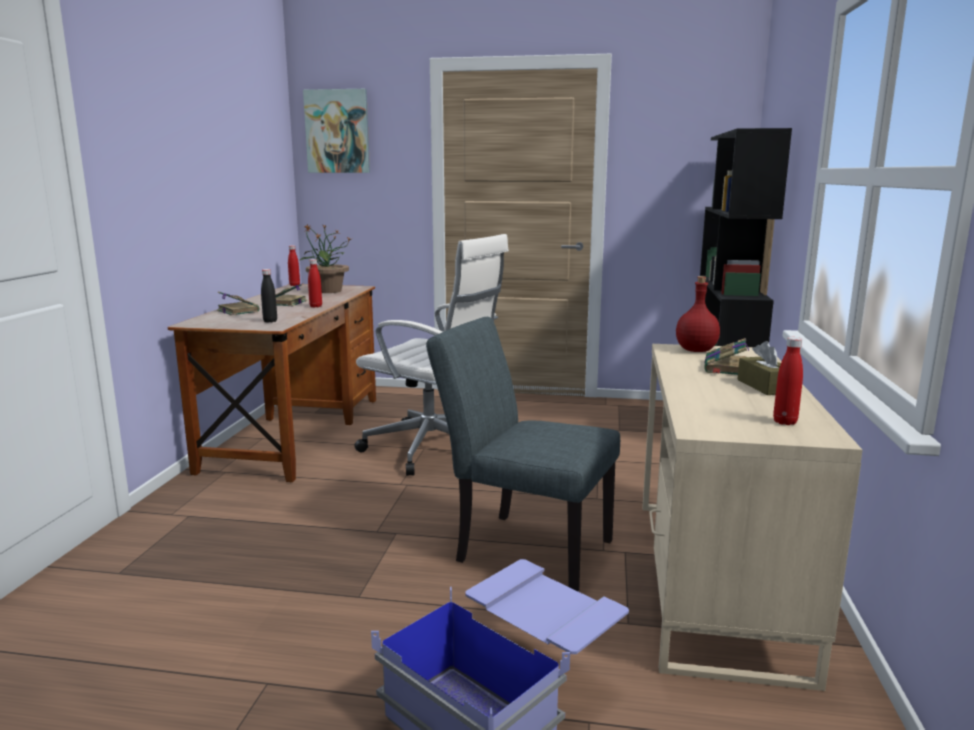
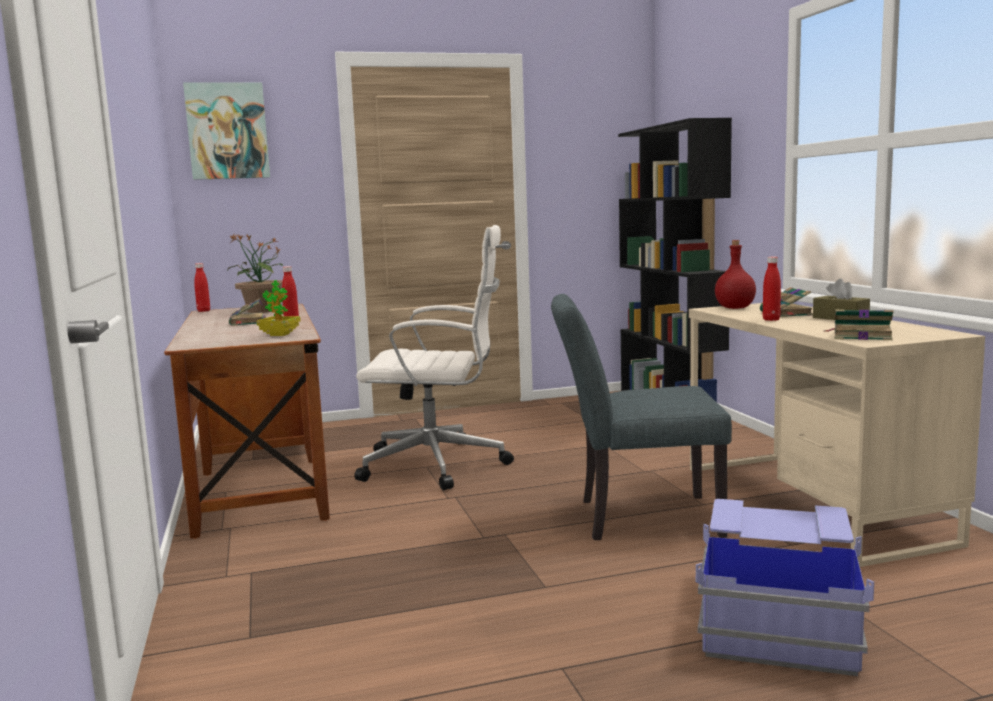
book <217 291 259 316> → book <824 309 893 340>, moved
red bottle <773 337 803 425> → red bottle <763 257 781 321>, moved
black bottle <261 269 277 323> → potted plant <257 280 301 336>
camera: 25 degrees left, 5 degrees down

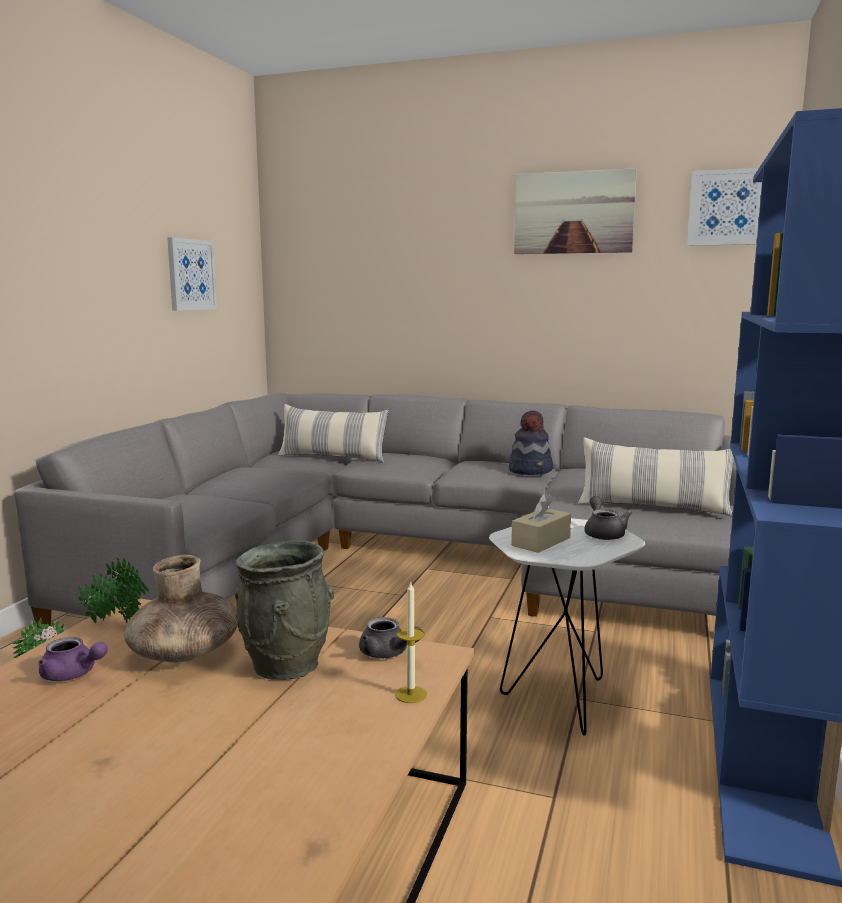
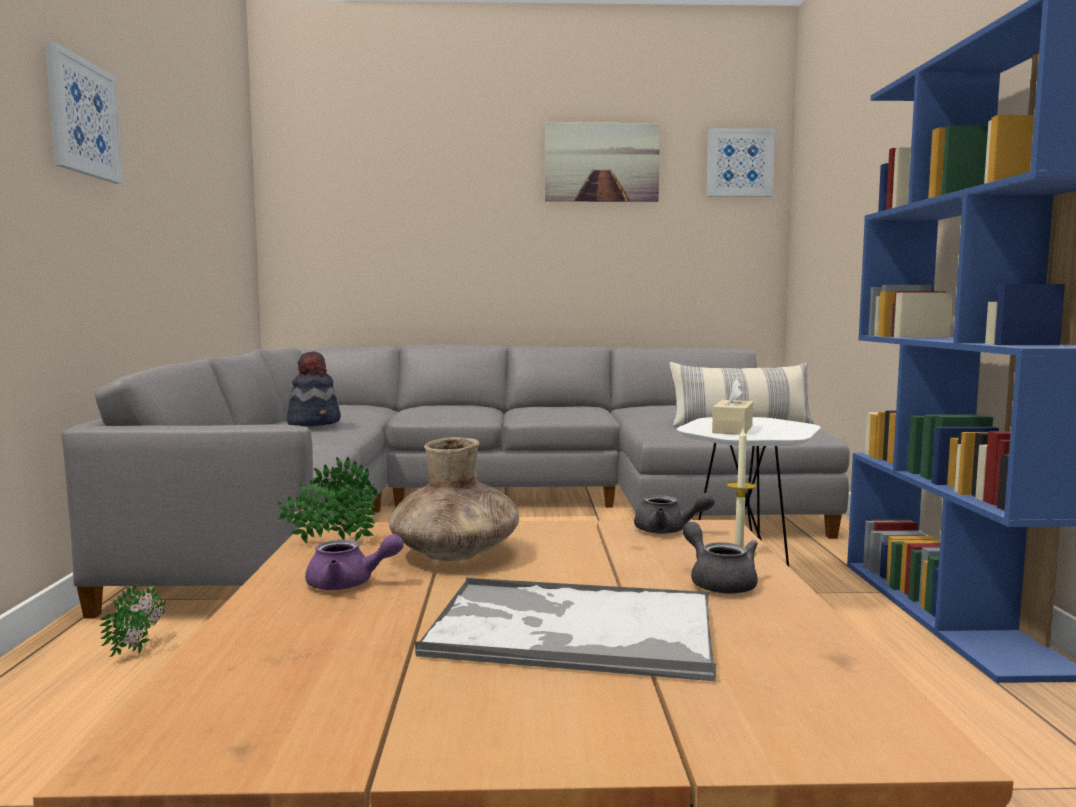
grey vase <235 540 334 680> → -
pillow <278 404 389 462> → -
- → tray <415 578 716 681>
picture <167 237 217 311> → picture <45 42 123 184>, moved
hat <509 410 553 475> → hat <287 351 341 426>, moved
grey teapot <584 496 632 540> → grey teapot <683 522 758 594>, moved
camera: 20 degrees left, 5 degrees down

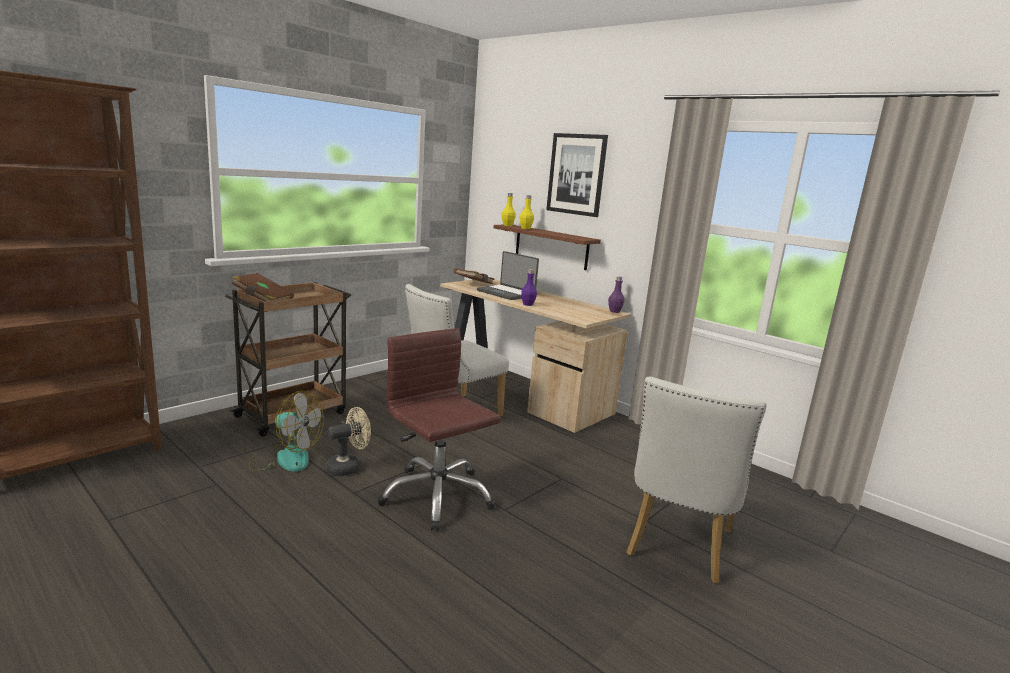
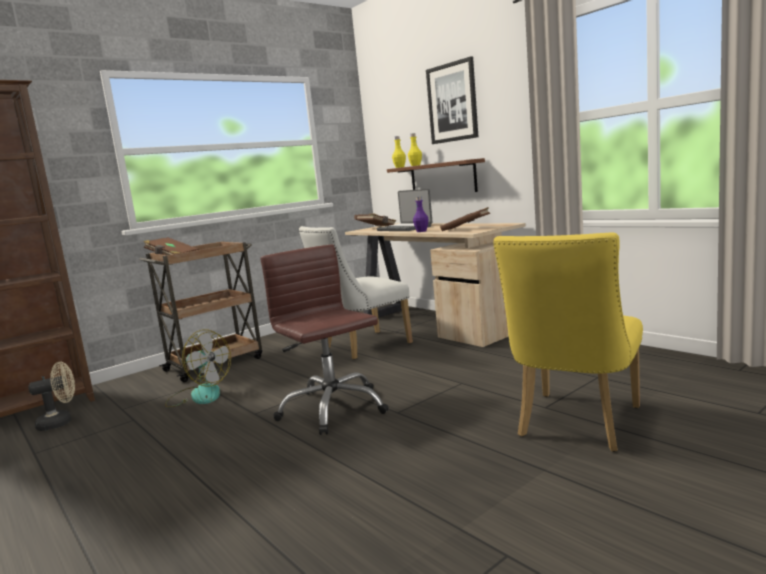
purple bottle <608 276 625 313> → -
- → brown book <440 207 490 231>
beige fan <326 407 371 476> → beige fan <28 362 75 431>, moved
white chair <626 377 767 584> → yellow chair <494 232 643 452>
camera: 10 degrees right, 5 degrees down

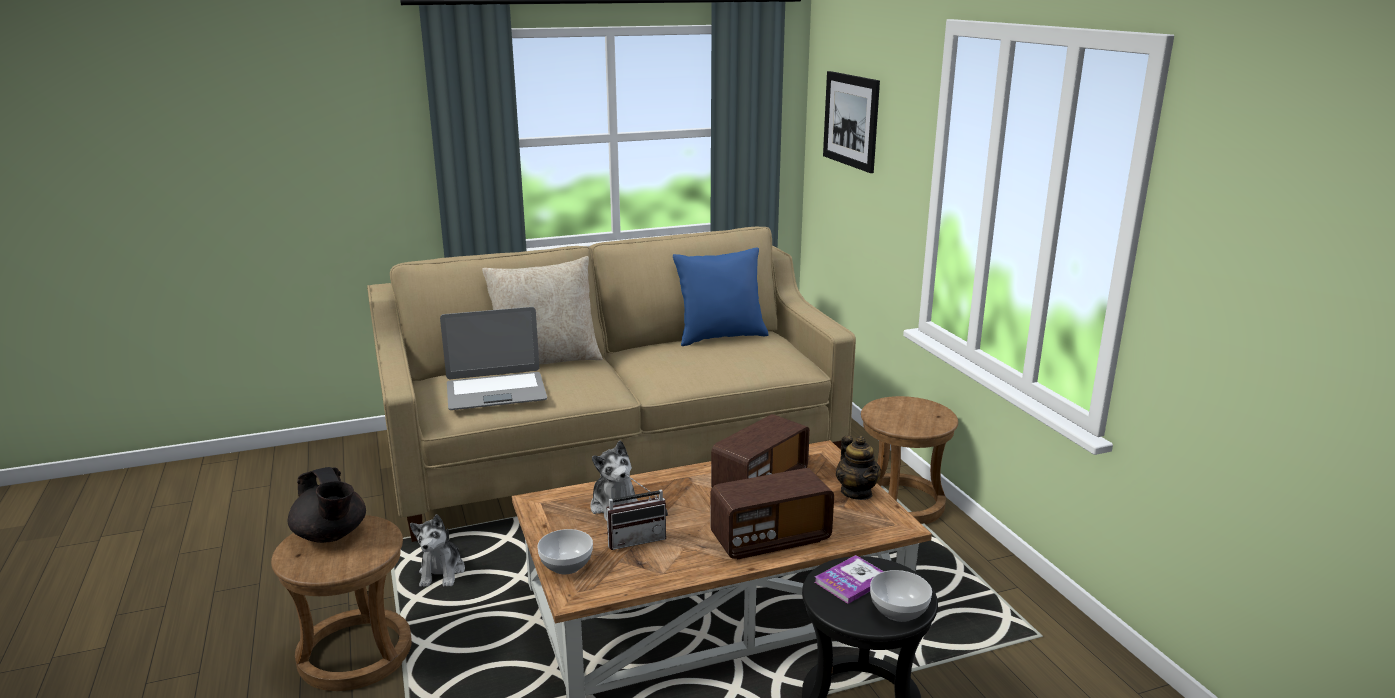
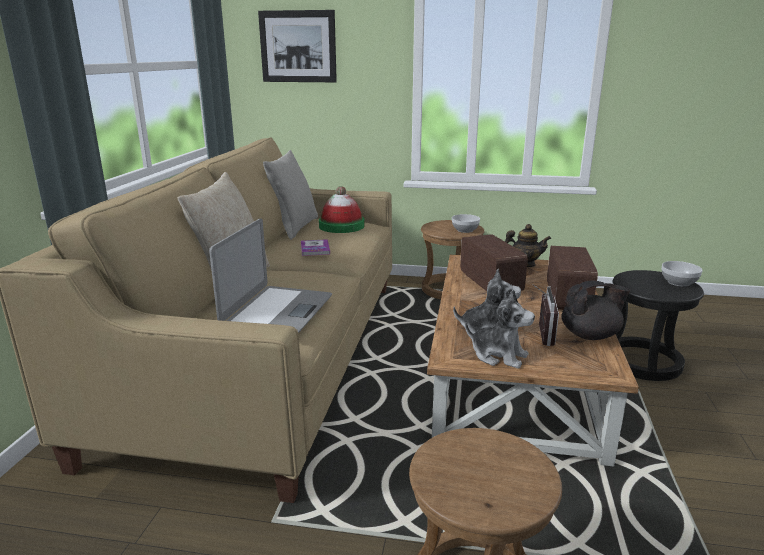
- → hat <319 186 364 233>
black teapot <288 467 366 543> → black teapot <562 280 630 340>, moved
plush toy <410 514 465 587> → plush toy <465 289 535 369>, moved
bowl <538 529 593 574> → bowl <452 214 480 233>, moved
book <815 555 884 604> → book <301 239 330 256>, moved
blue pillow <673 248 768 346> → grey pillow <263 150 318 240>
camera: 60 degrees left, 0 degrees up

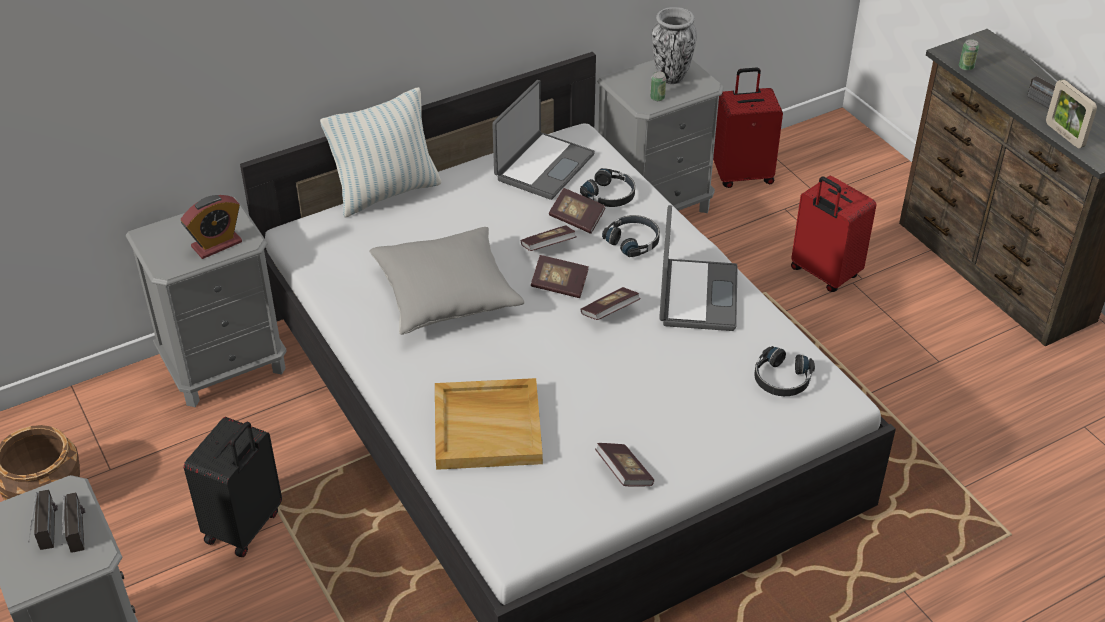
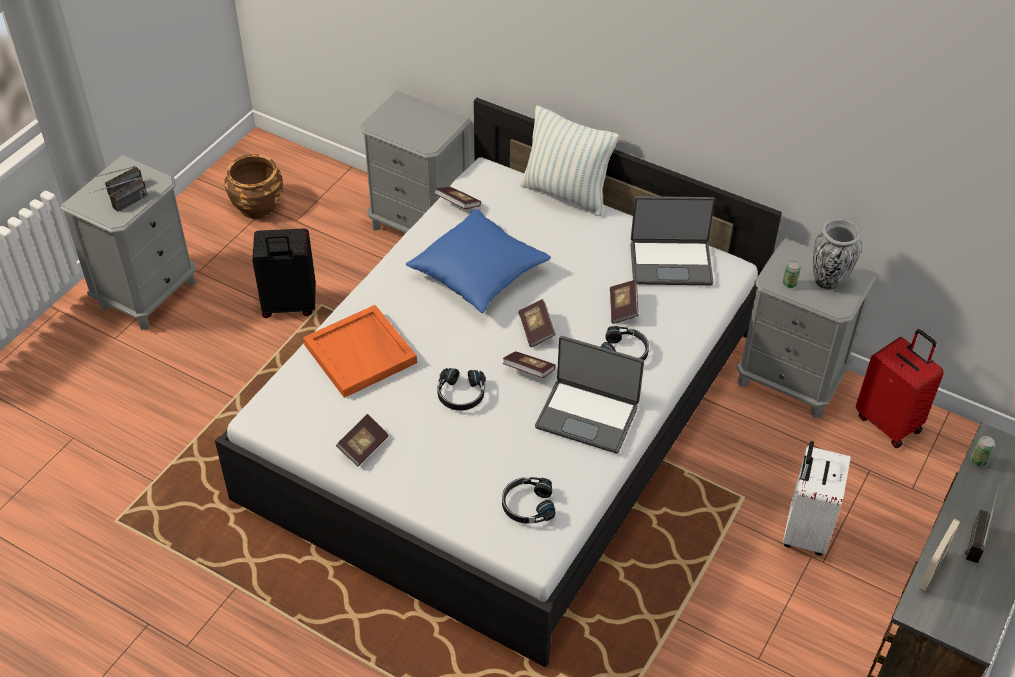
alarm clock <181 195 242 259> → -
book <520 225 577 251> → book <434 187 481 209>, moved
black headphones <580 168 635 207> → black headphones <437 368 486 410>, moved
grey pillow <369 227 525 335> → blue pillow <406 209 551 313>
beige tray <435 378 543 470> → orange tray <303 305 417 398>
red suitcase <791 176 876 292> → white suitcase <783 441 851 556>
laptop <659 205 738 331> → laptop <535 336 644 453>, 45 degrees clockwise
camera: 60 degrees right, 5 degrees up

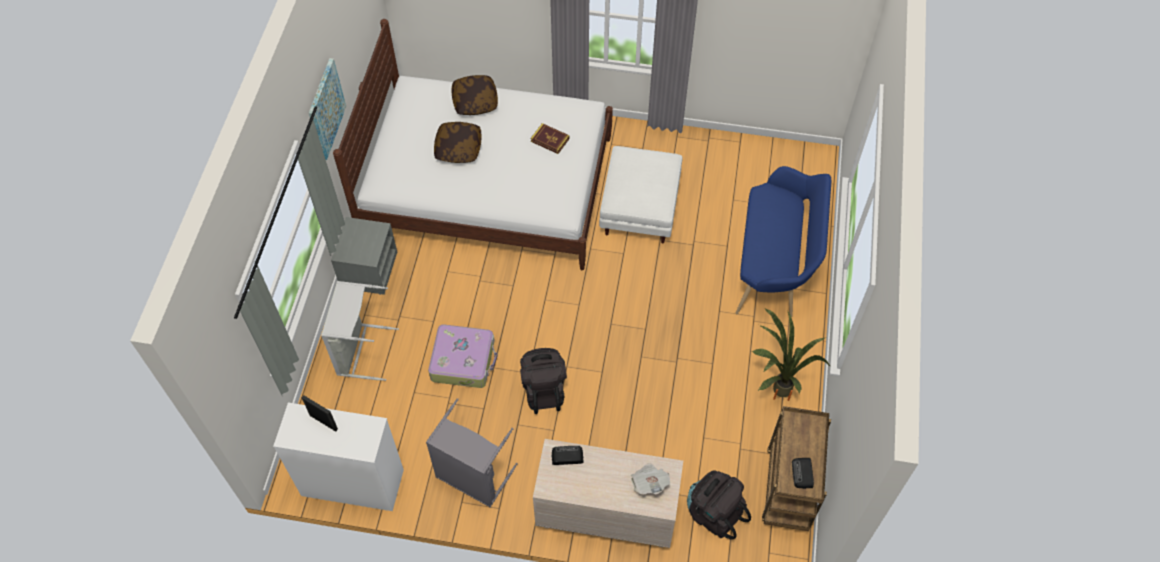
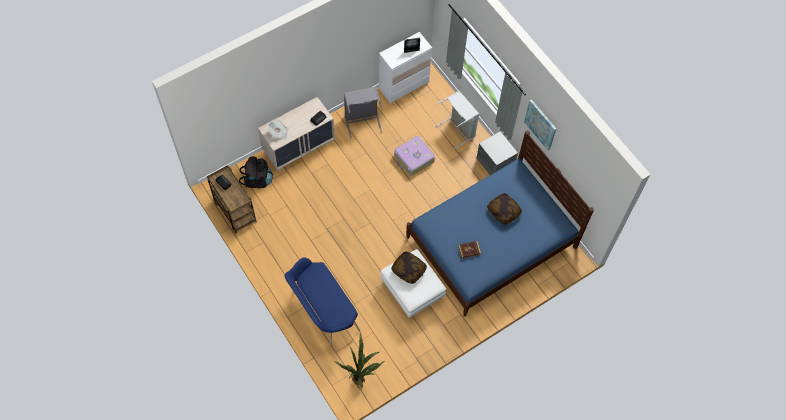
black backpack <520 348 567 414> → -
pillow <451 75 498 115> → pillow <391 251 427 284>, moved
potted plant <751 308 831 401> → potted plant <334 333 384 388>, moved
white bed <333 19 613 270> → blue bed <406 131 594 317>
camera: 135 degrees right, 5 degrees up

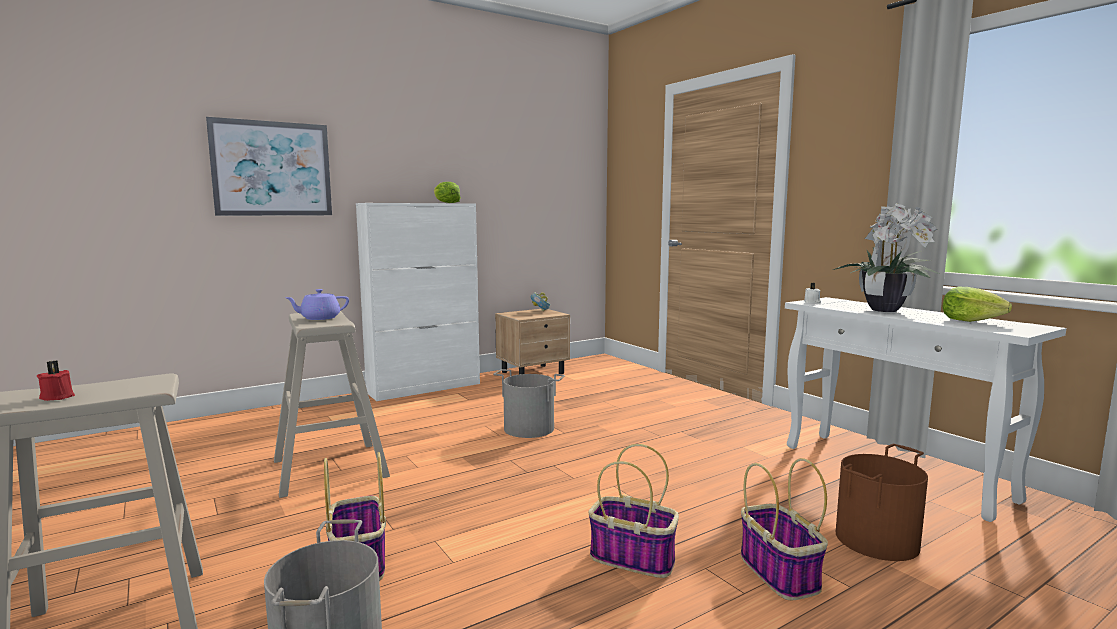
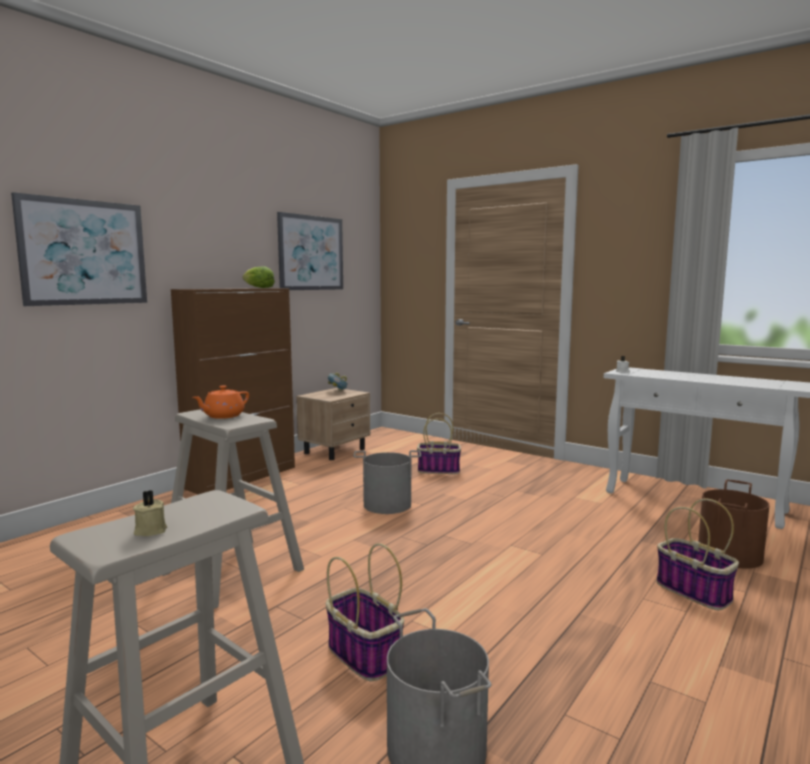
potted plant <833 203 940 312> → -
lettuce <942 287 1012 322> → -
- → picture <277 212 343 290>
basket <588 444 679 578> → basket <417 413 461 474>, moved
red candle <37 360 75 401> → beige candle <133 490 167 536>
purple teapot <285 289 349 320> → orange teapot <193 386 249 419>
white cabinet <356 203 480 401> → brown cabinet <171 288 295 494>
camera: 20 degrees left, 0 degrees up

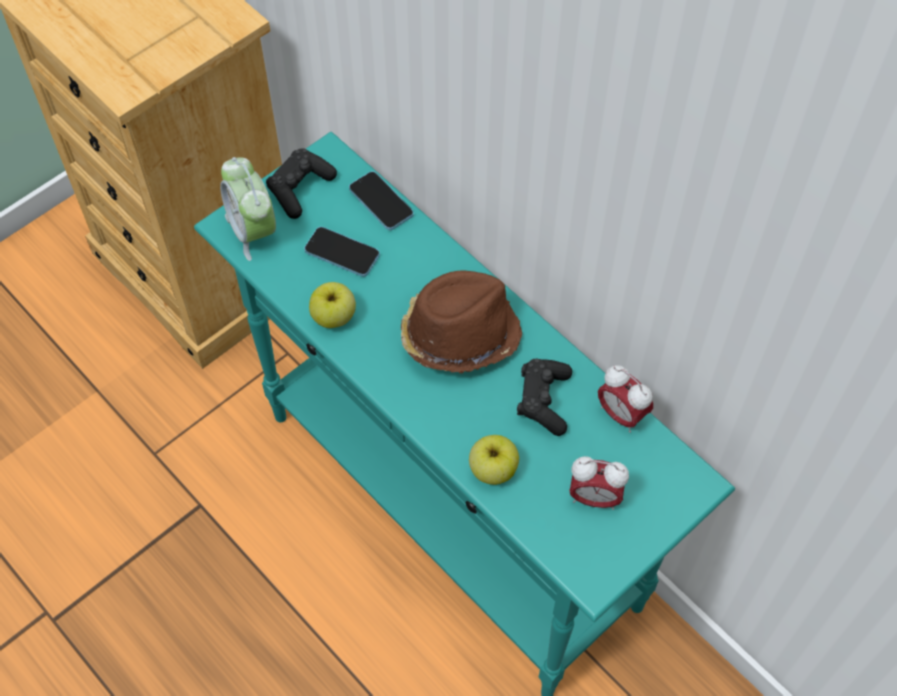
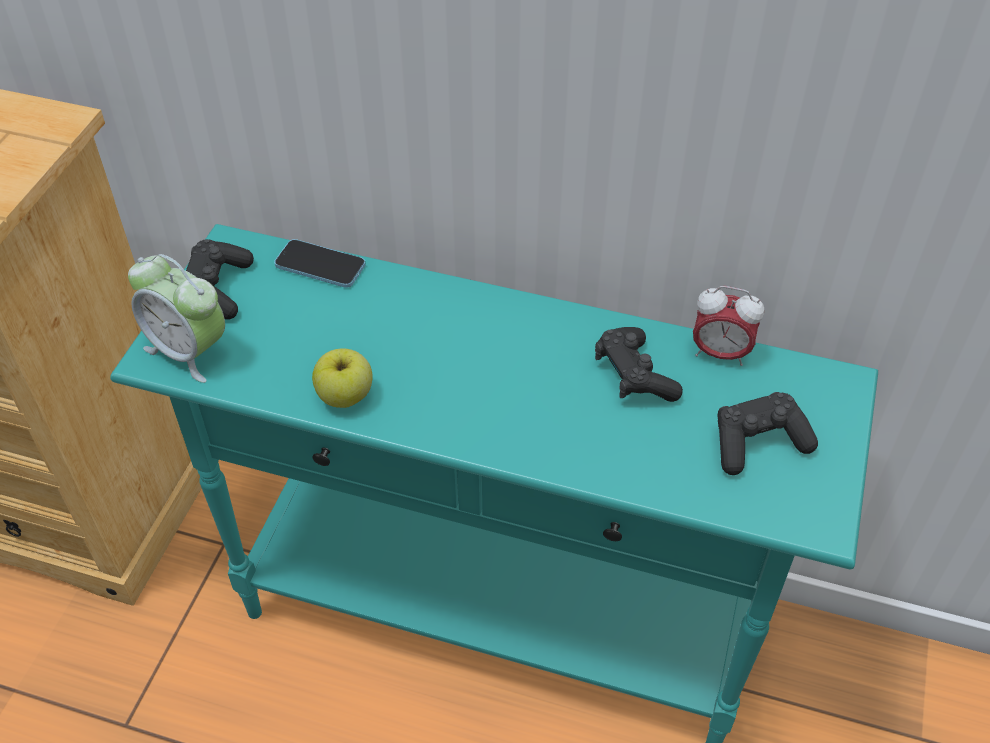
phone <304 227 380 277> → -
brown hat <401 270 522 373> → -
apple <469 435 519 485> → -
alarm clock <569 456 629 510> → black game controller <717 392 818 475>
camera: 30 degrees left, 10 degrees down

